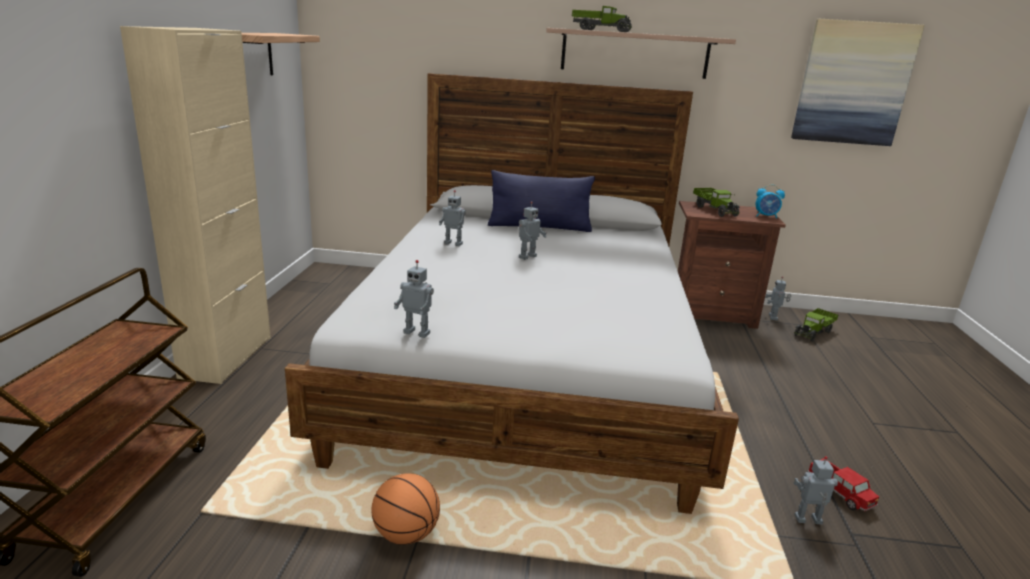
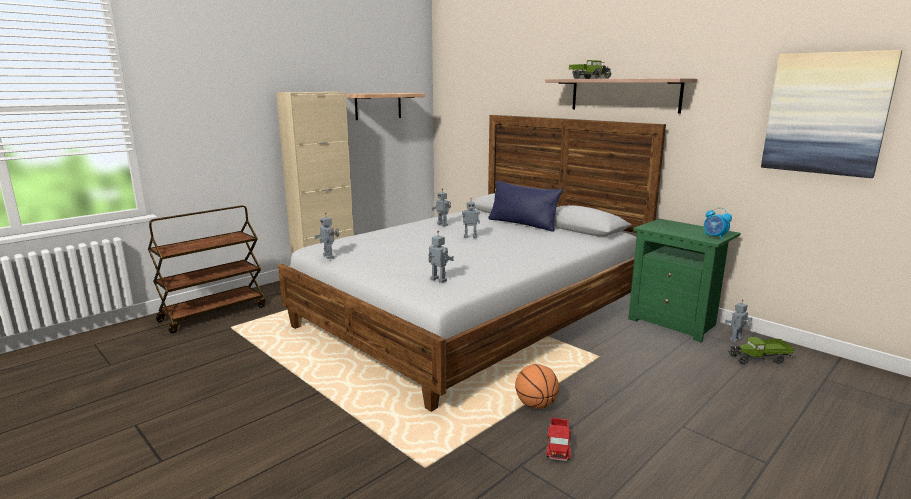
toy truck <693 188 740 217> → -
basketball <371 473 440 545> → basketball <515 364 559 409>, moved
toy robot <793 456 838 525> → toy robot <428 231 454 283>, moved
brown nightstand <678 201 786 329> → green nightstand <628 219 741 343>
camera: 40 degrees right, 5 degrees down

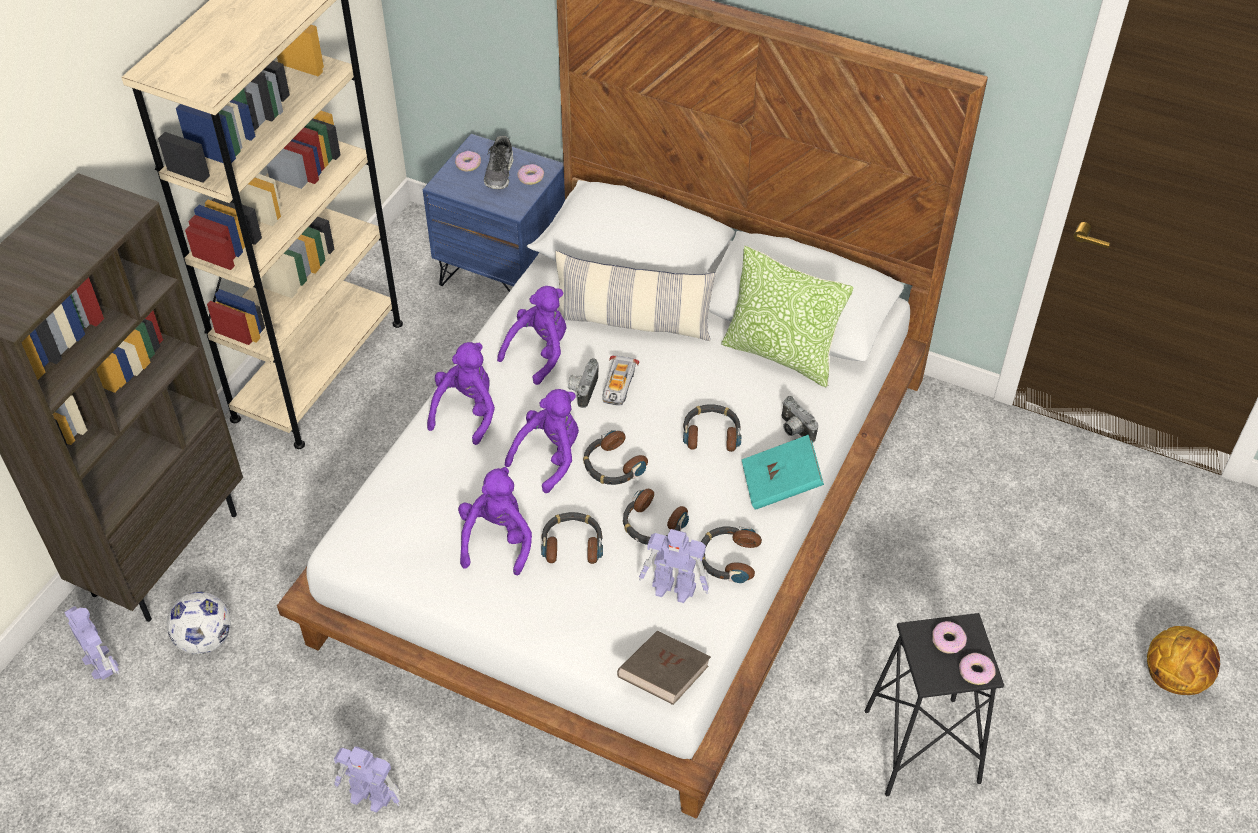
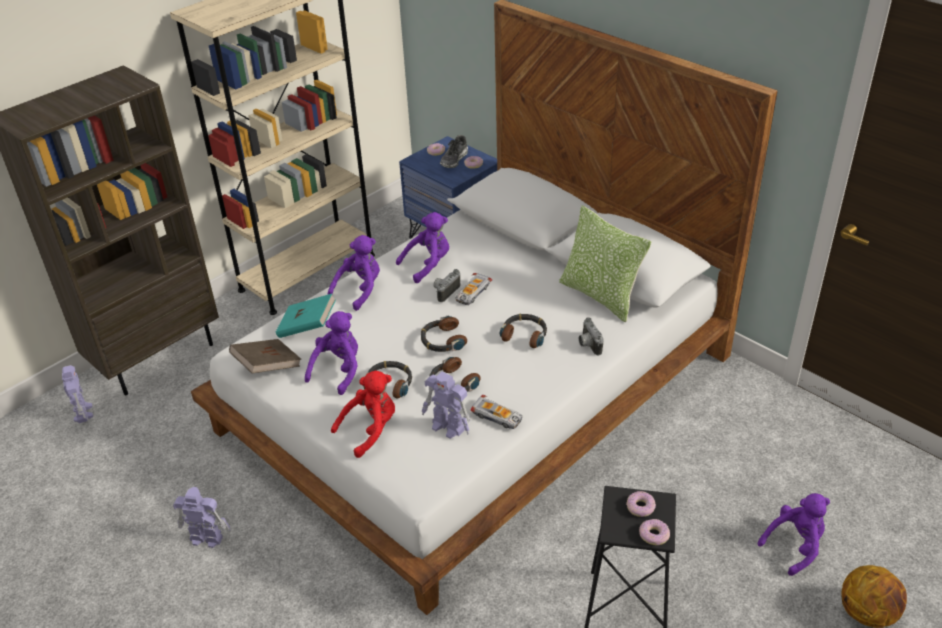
football <167 592 231 655> → -
pillow <555 251 716 341> → -
- → red plush toy <331 371 395 458>
purple plush toy <505 389 579 493> → purple plush toy <758 493 830 576>, moved
brown book <617 631 711 705> → brown book <229 339 301 373>, moved
turquoise book <742 435 824 510> → turquoise book <276 294 336 338>, moved
headphones <701 526 762 583> → toy car <471 395 522 429>
toy robot <334 746 400 813> → toy robot <173 487 231 548>, 150 degrees clockwise
camera: 20 degrees right, 10 degrees down

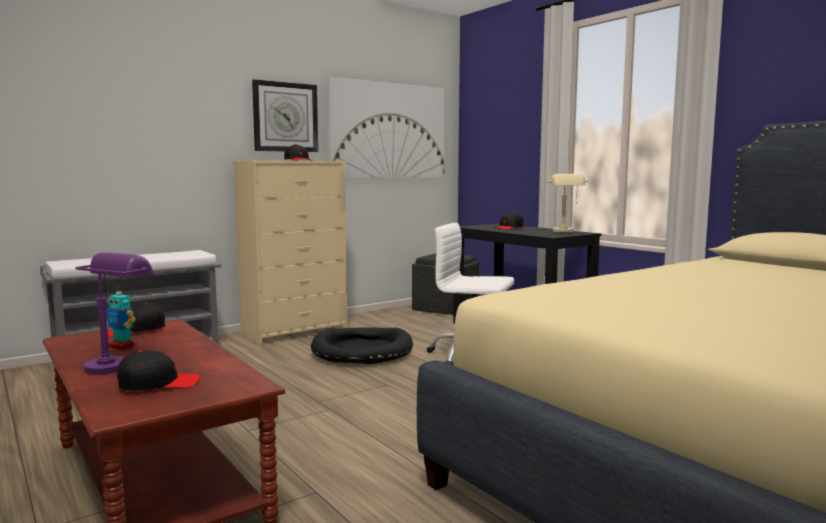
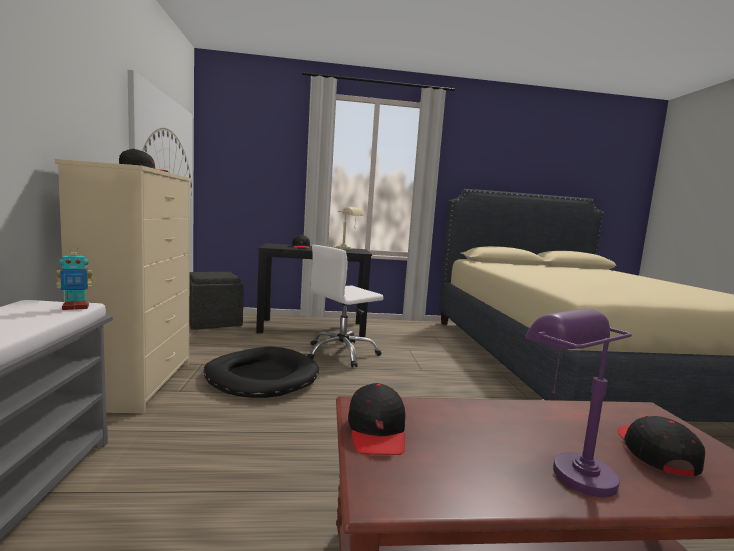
wall clock <252 79 318 152> → -
toy robot <107 286 136 350> → toy robot <57 246 93 310>, moved
camera: 60 degrees left, 0 degrees up

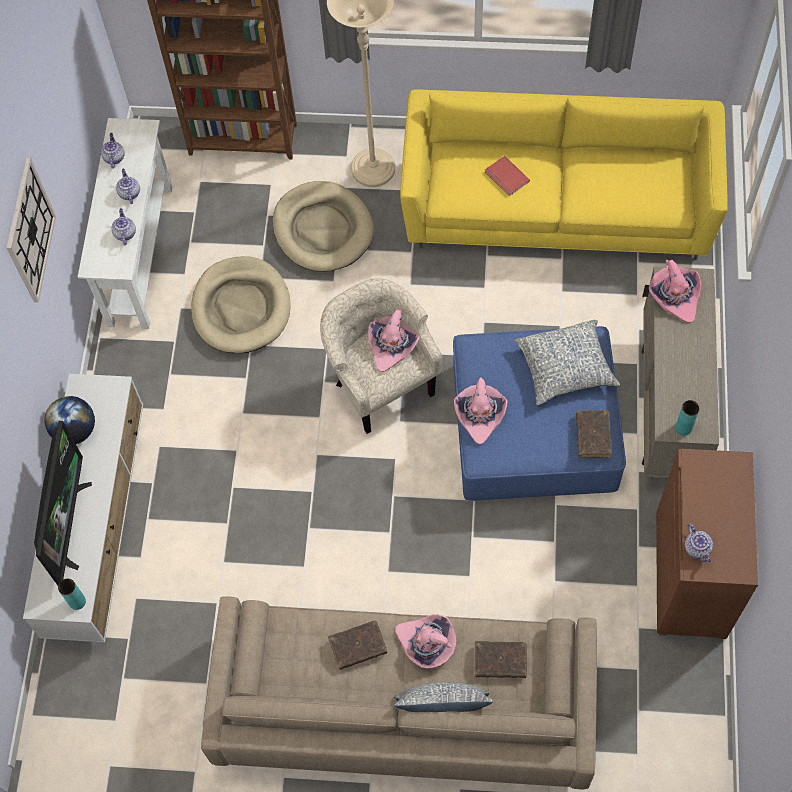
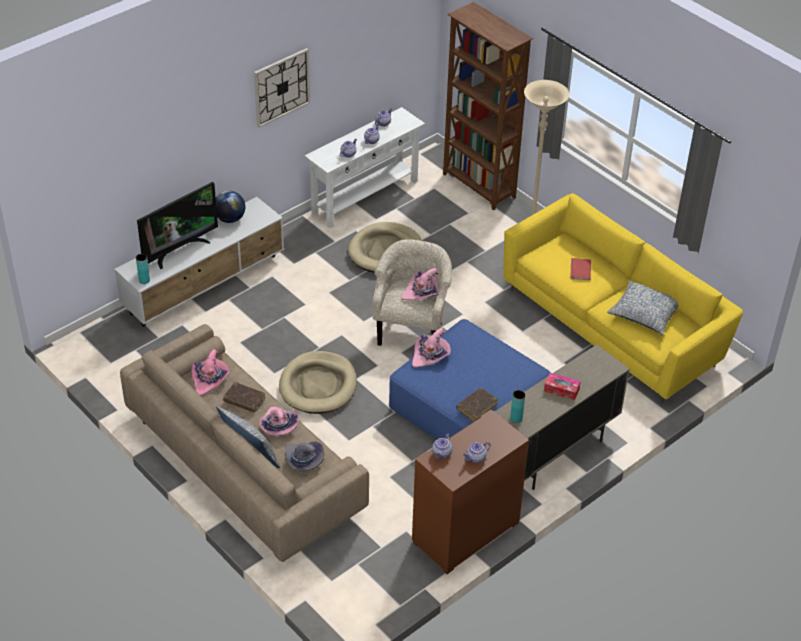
- → teapot <463 441 490 463>
- → tissue box <544 373 581 400>
beige dog bed <273 181 374 272> → beige dog bed <279 351 357 414>, moved
pillow <514 320 620 406> → pillow <607 281 678 335>, moved
pink hat <649 260 702 323> → pink hat <191 349 230 396>, moved
brown book <475 641 527 678> → grey hat <285 441 324 472>
camera: 40 degrees right, 20 degrees down

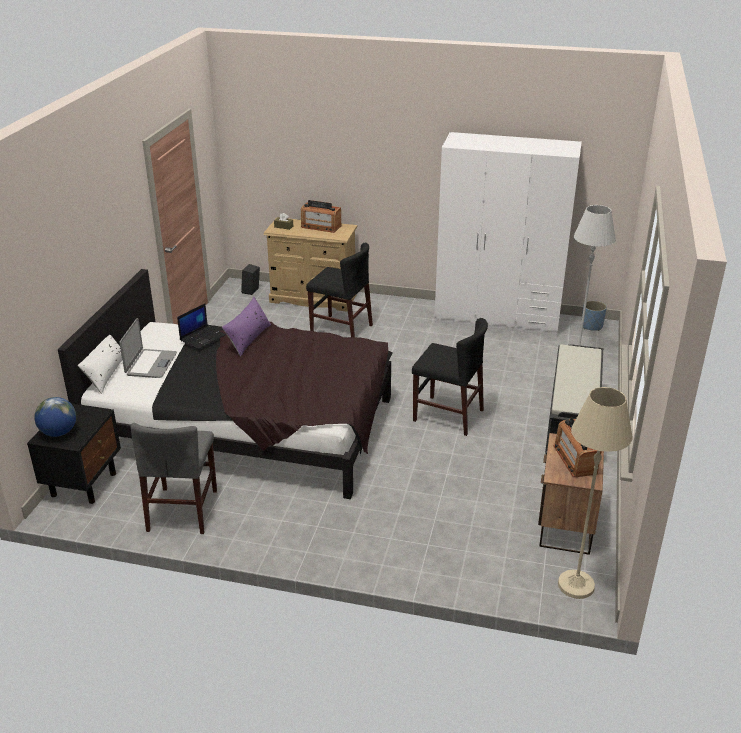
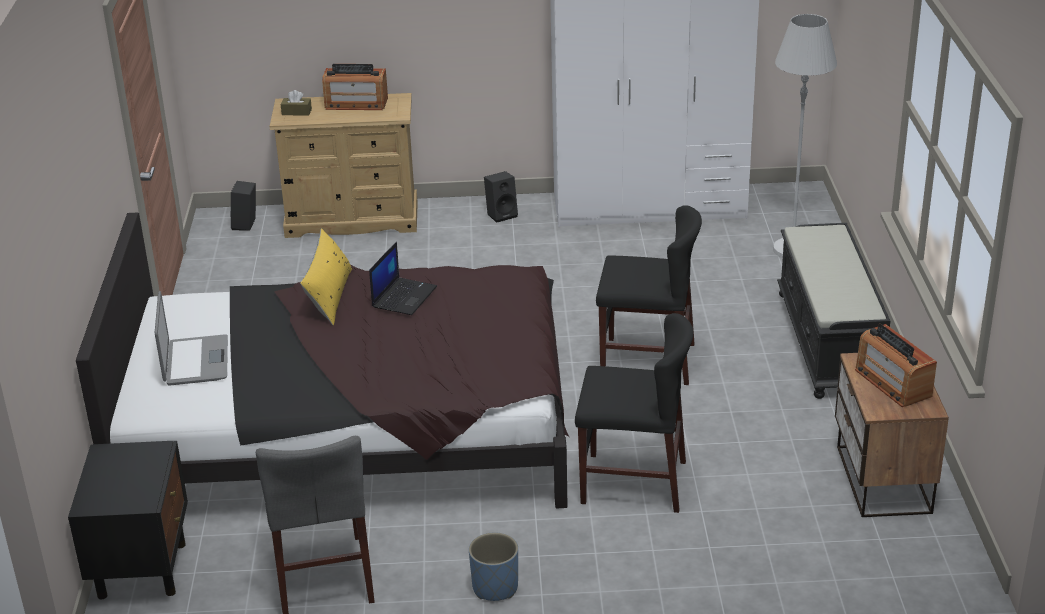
globe <34 397 76 437> → -
white pillow <78 335 122 394> → -
beige floor lamp <558 387 633 599> → -
- → black speaker <484 171 518 223>
laptop <177 304 226 349> → laptop <369 242 437 315>, moved
black chair <306 243 373 337> → black chair <575 313 693 513>, moved
blue planter <582 300 607 331> → blue planter <469 533 518 601>, moved
purple pillow <222 297 271 357> → yellow pillow <300 228 352 325>
camera: 15 degrees left, 0 degrees up

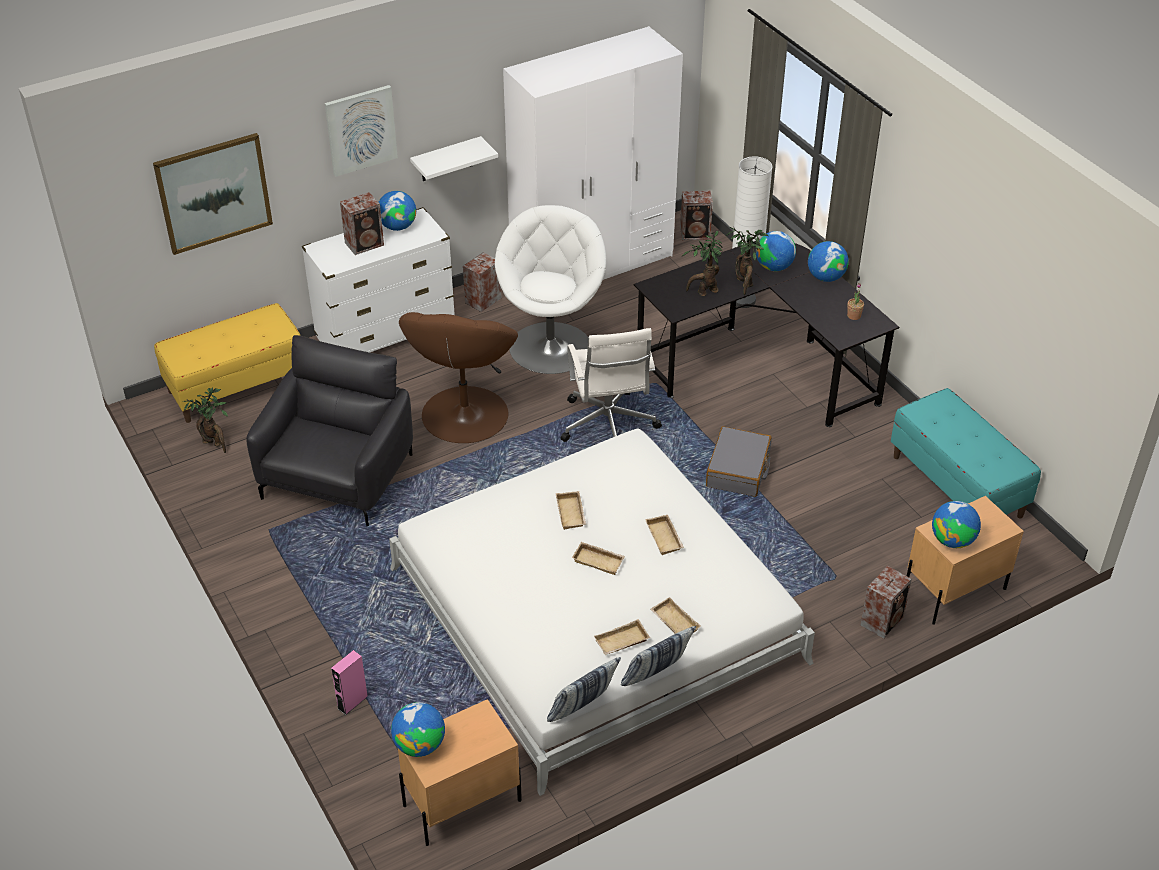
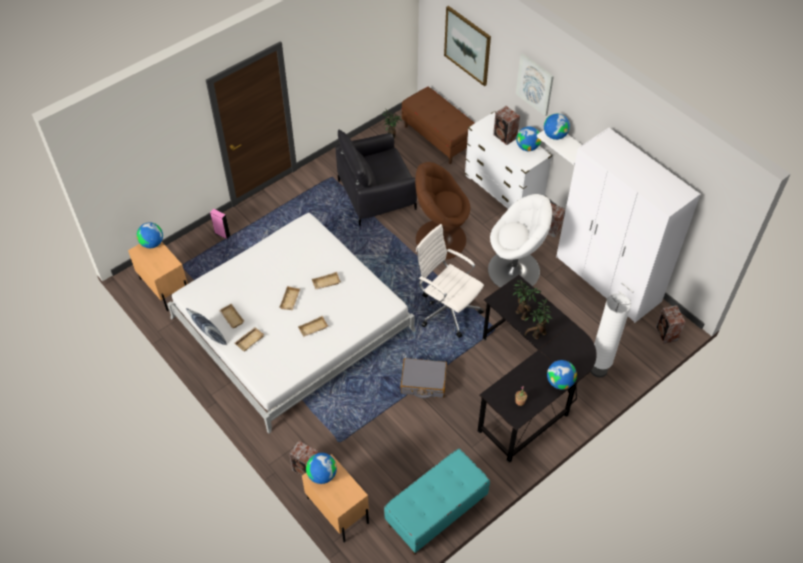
pillow <547 657 621 722> → -
globe <756 231 796 271> → globe <544 114 570 140>, moved
yellow bench <154 303 301 423> → brown bench <402 87 475 164>
black armchair <246 335 413 526> → black armchair <336 130 417 226>, 150 degrees clockwise
white office chair <561 328 662 442> → white office chair <416 224 484 338>, 60 degrees clockwise
camera: 80 degrees right, 10 degrees up

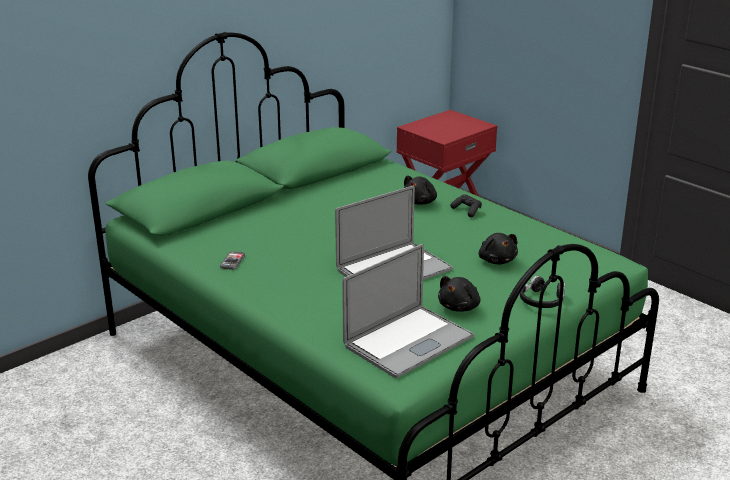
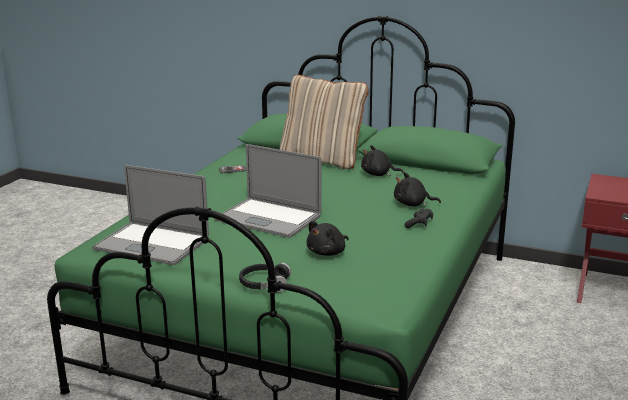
- → beige pillow <280 75 368 169>
black plush toy <438 276 481 312> → black plush toy <361 145 403 176>, moved
camera: 65 degrees right, 5 degrees down

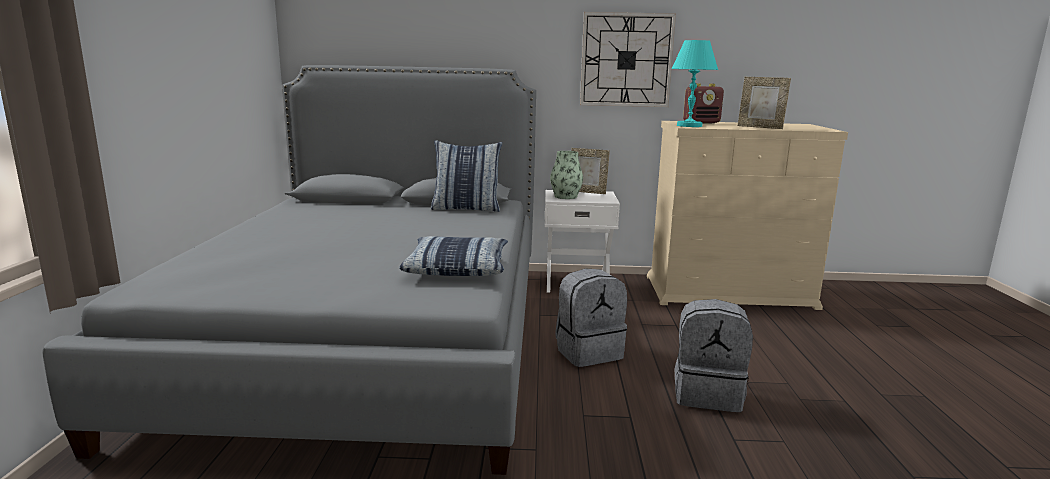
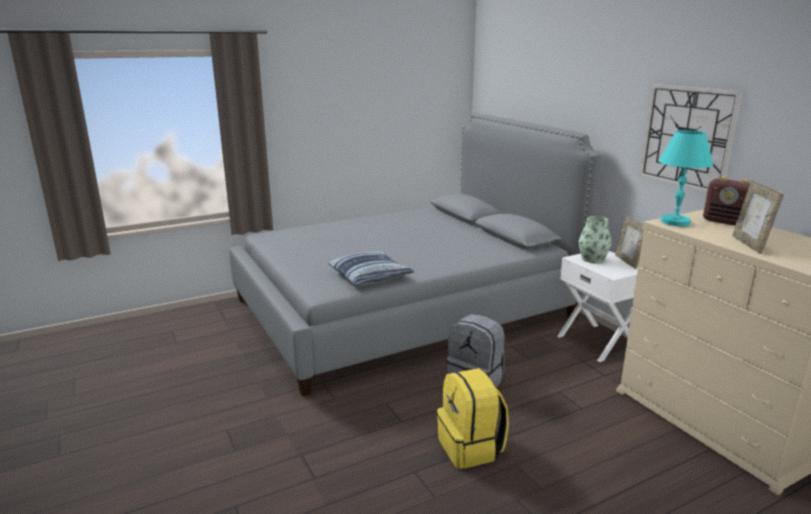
pillow <431 140 502 212> → -
grey backpack <675 299 753 412> → yellow backpack <437 368 509 469>
camera: 60 degrees right, 5 degrees up

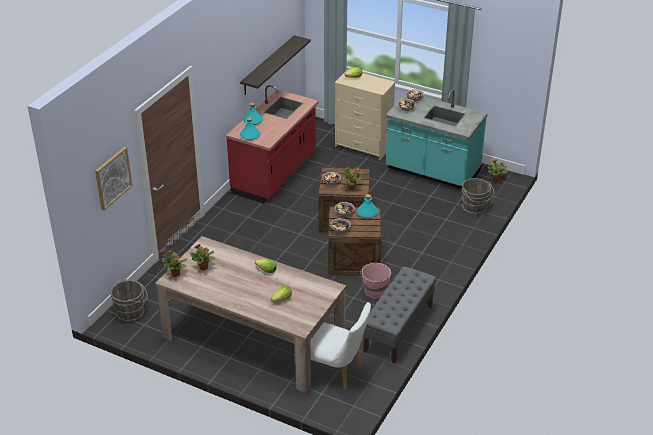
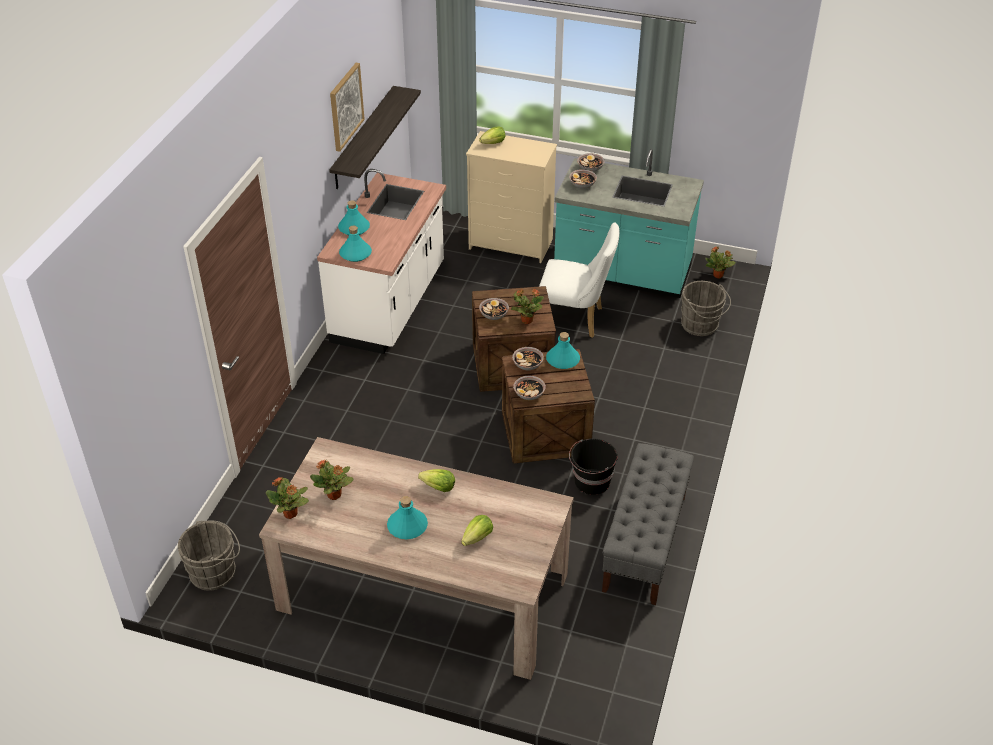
- → turquoise bottle <387 496 428 539>
picture <95 147 132 211> → picture <330 63 365 152>, moved
white chair <310 302 371 390> → white chair <539 222 620 338>, moved
red counter <226 85 318 204> → white counter <317 169 446 354>
pink bucket <360 262 391 299> → black bucket <569 439 618 495>
camera: 10 degrees left, 5 degrees up

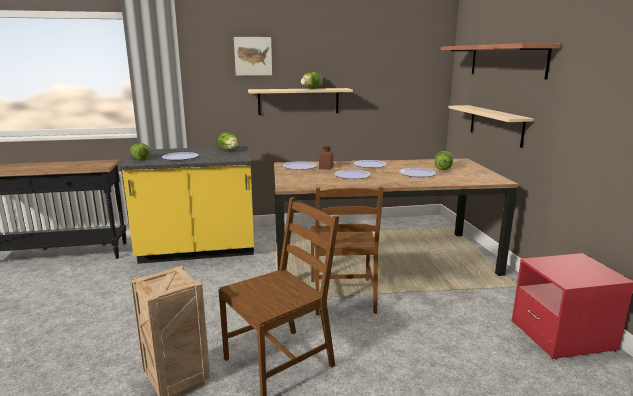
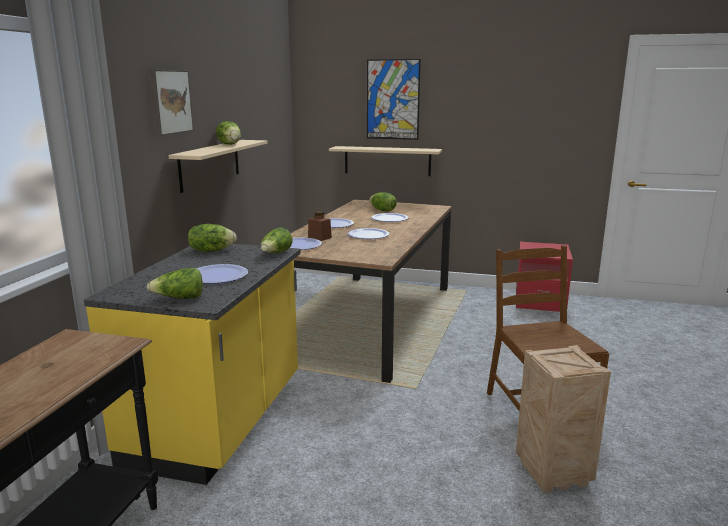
brown chair <311 187 383 315> → -
- → lettuce <261 228 292 253>
shelf <441 43 561 79> → picture <367 59 421 140>
camera: 65 degrees left, 0 degrees up

